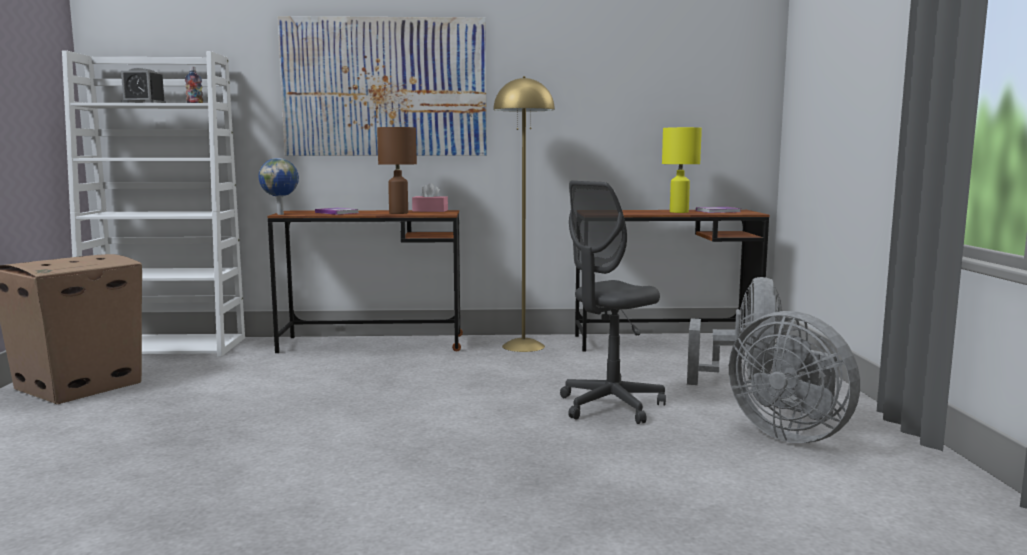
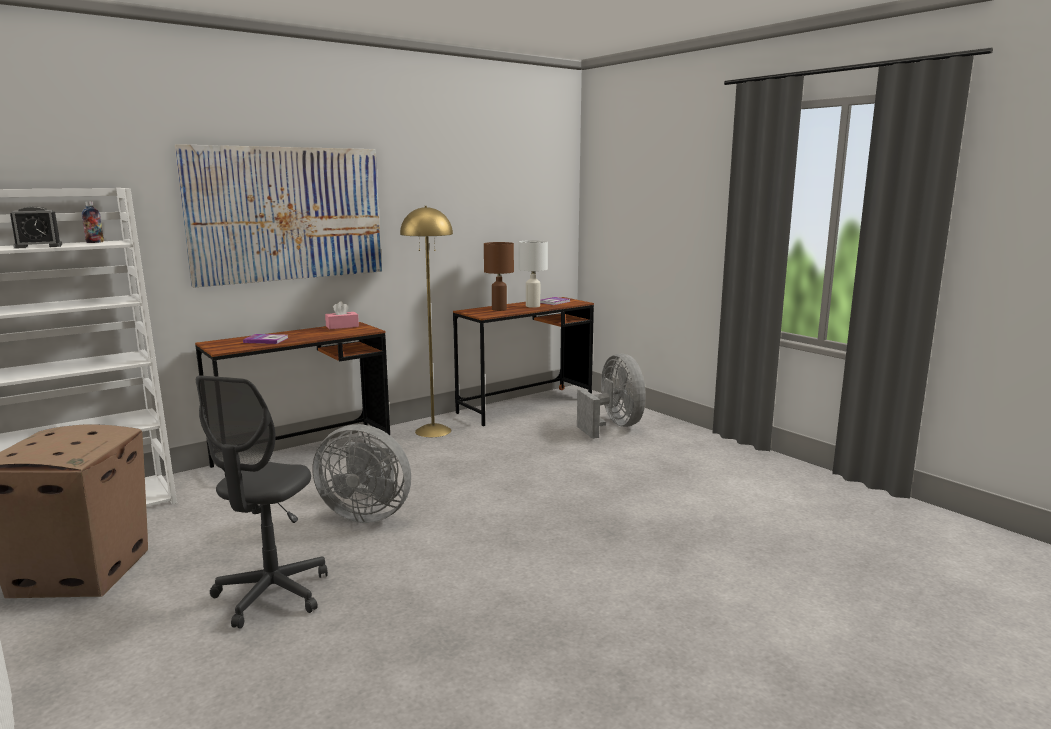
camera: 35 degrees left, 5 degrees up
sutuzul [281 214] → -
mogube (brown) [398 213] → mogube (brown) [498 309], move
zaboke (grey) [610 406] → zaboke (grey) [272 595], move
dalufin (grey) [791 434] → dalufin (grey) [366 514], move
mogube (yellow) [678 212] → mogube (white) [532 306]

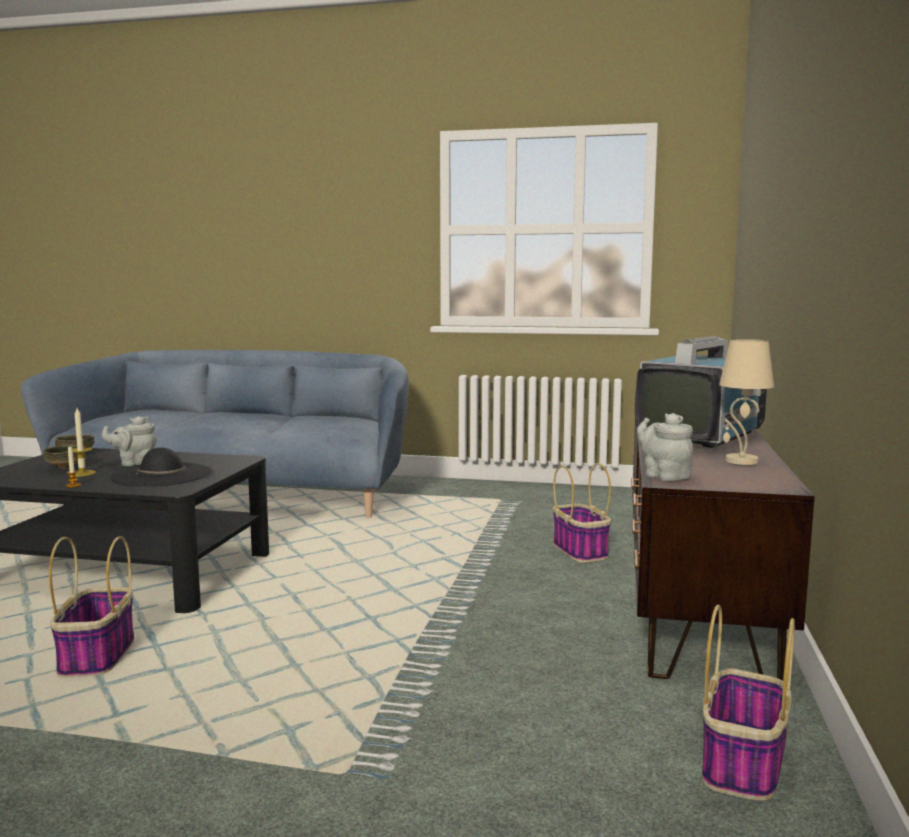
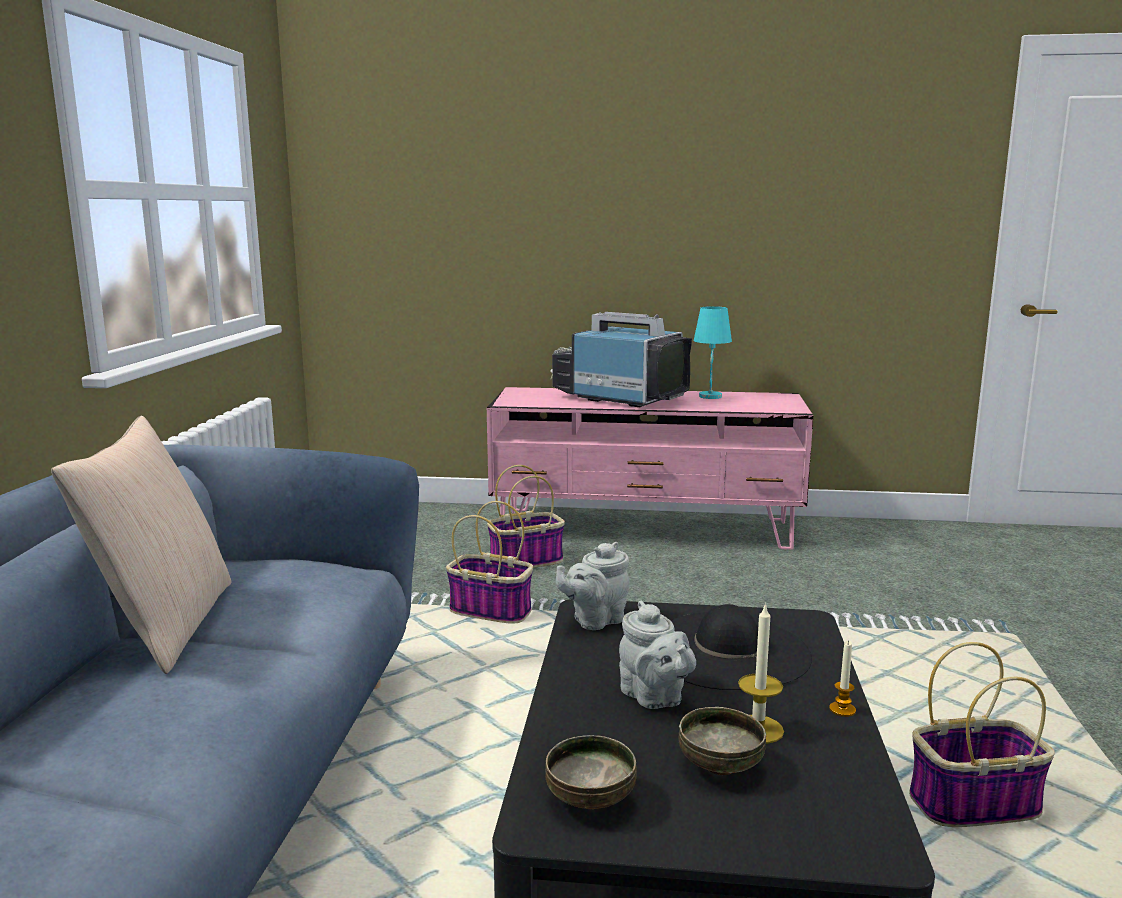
camera: 95 degrees left, 5 degrees up
- → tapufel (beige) [166 625]
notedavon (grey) [664 475] → notedavon (grey) [595 620], move
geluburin [743 765] → geluburin [492 611], move
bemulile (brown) [694 601] → bemulile (pink) [646 529]
mogube (beige) [740 461] → mogube (turquoise) [710 396]

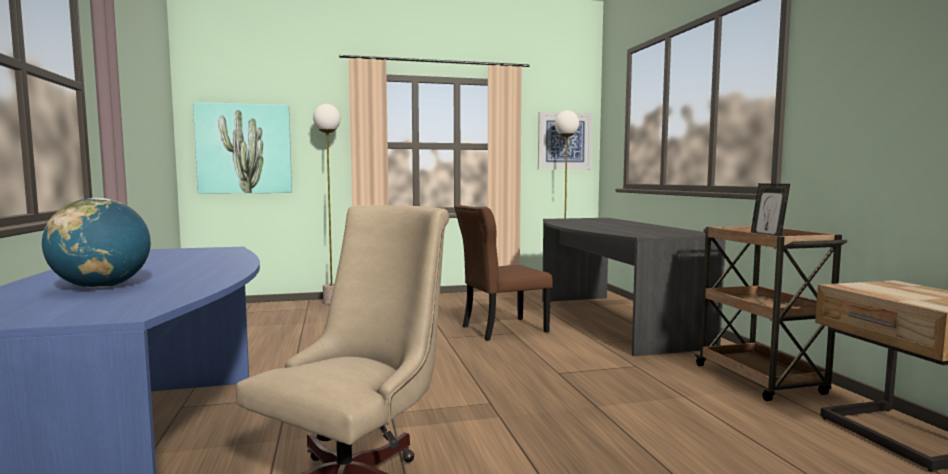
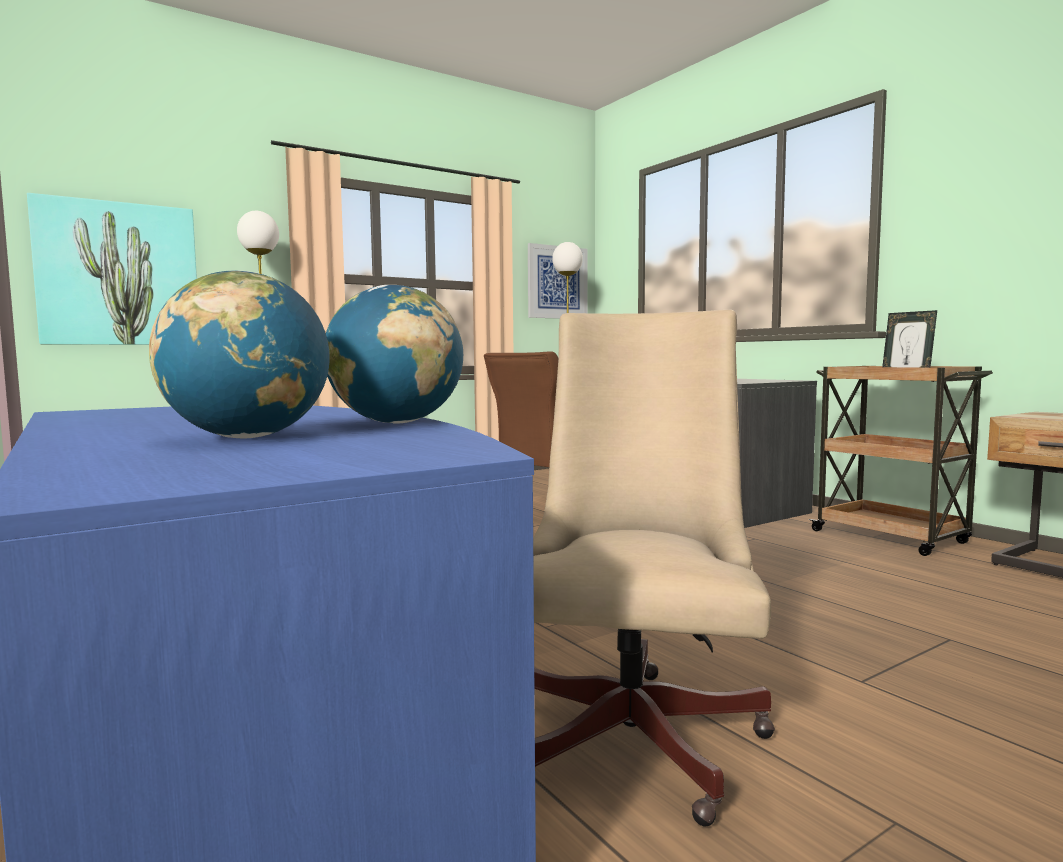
camera: 20 degrees left, 0 degrees up
- → sutuzul [396 423]

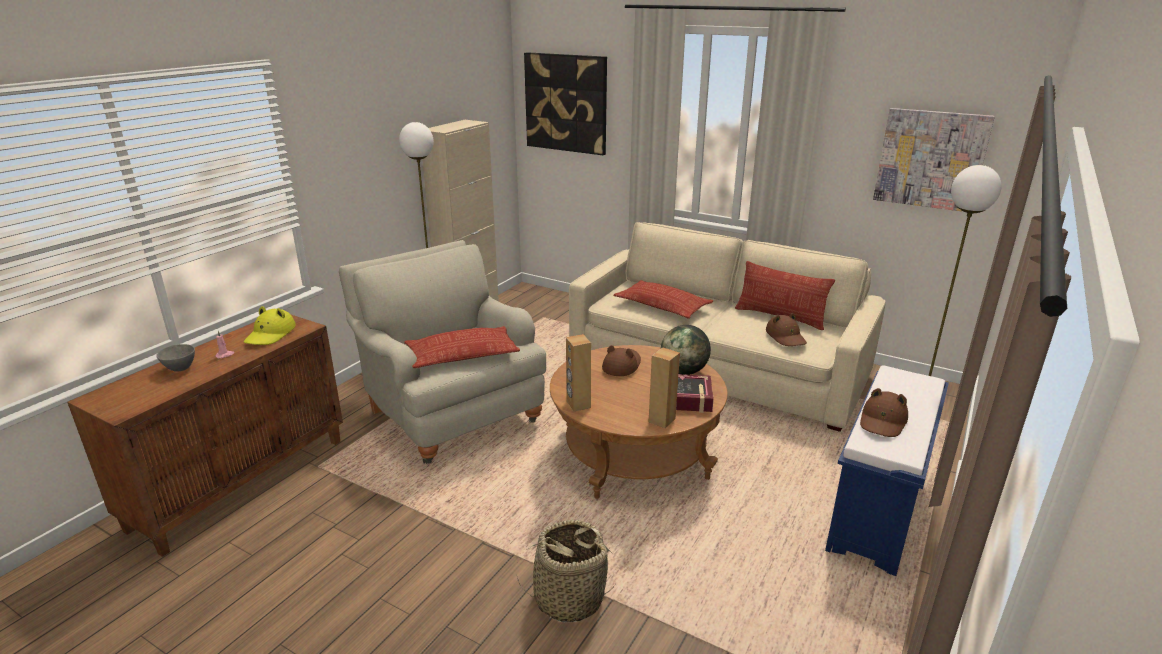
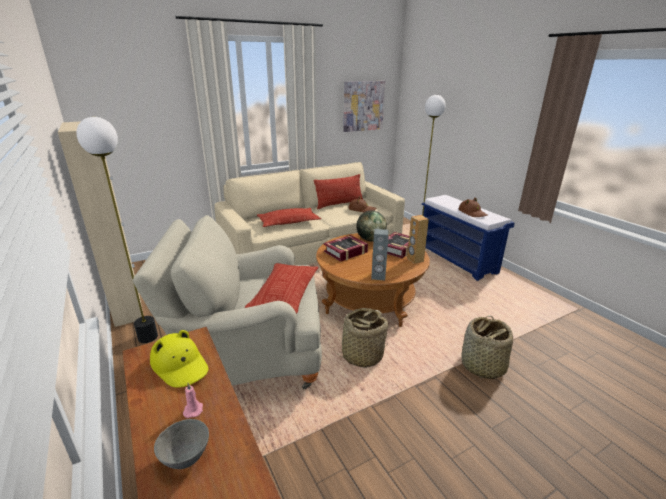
camera: 60 degrees left, 0 degrees up
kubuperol [566 103] → -
- → geluburin [362 355]
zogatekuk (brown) [621 365] → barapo [345 252]
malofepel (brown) [578 404] → malofepel (grey) [378 276]

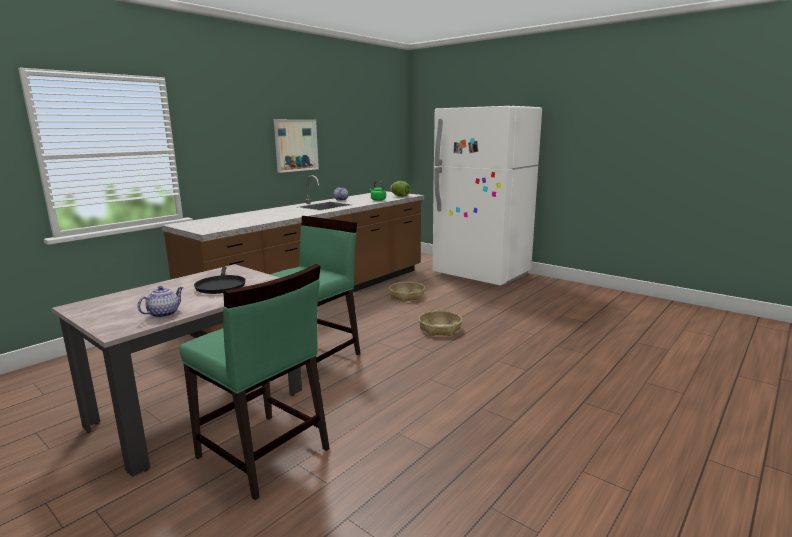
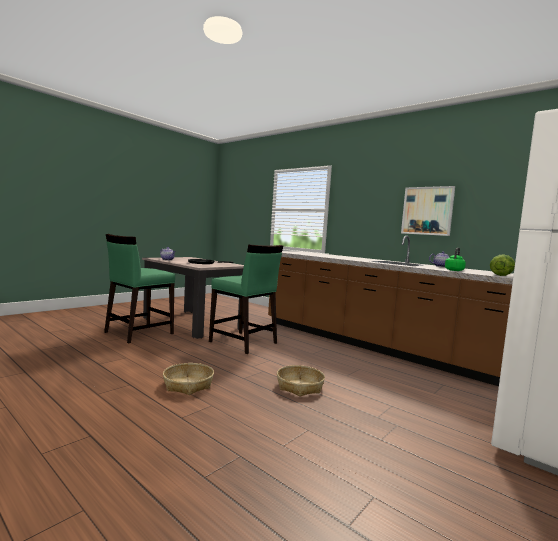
camera: 90 degrees right, 10 degrees down
geluburin [407 296] → geluburin [188 385], move

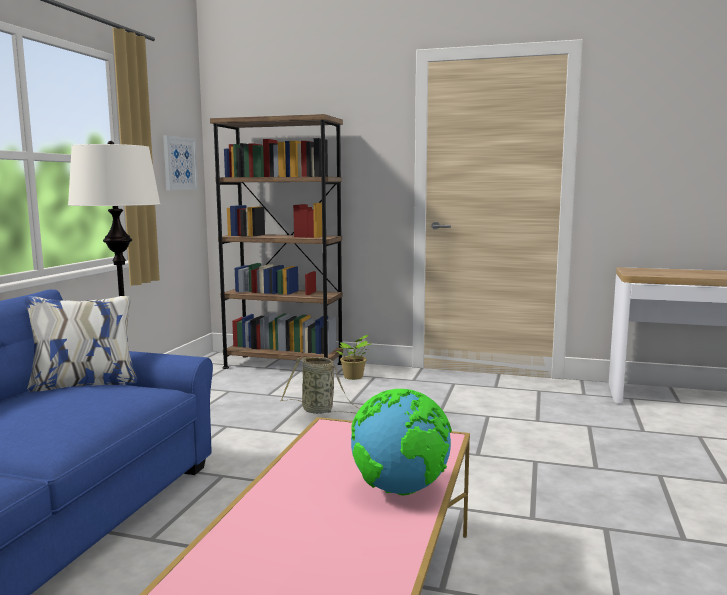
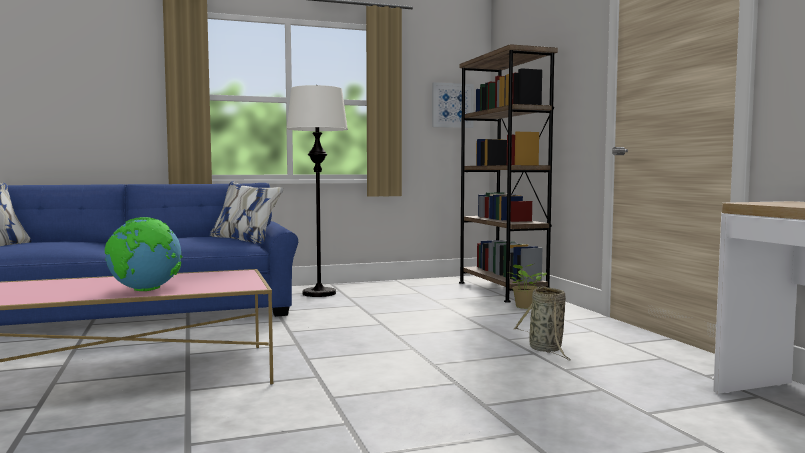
camera: 55 degrees right, 5 degrees down
geluburin [320 411] → geluburin [546 350], move

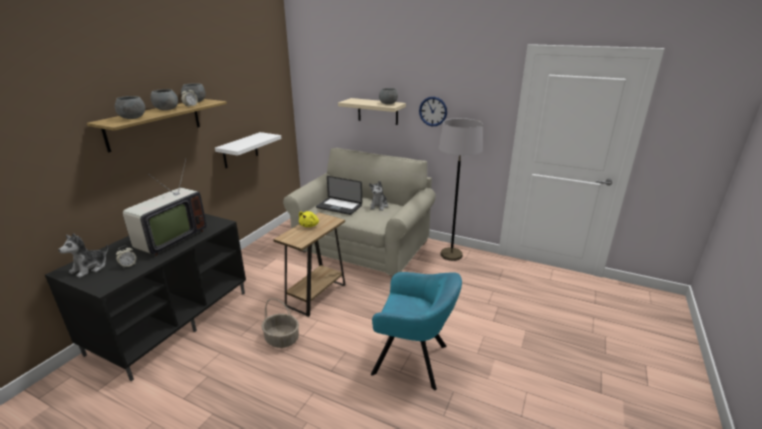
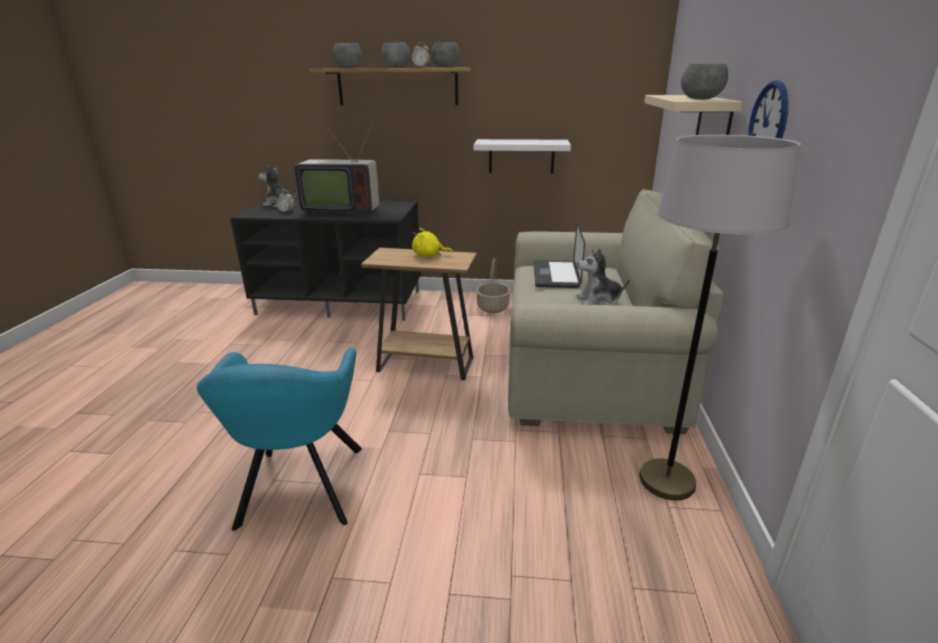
camera: 70 degrees right, 0 degrees up
geluburin [281 339] → geluburin [492 307], move

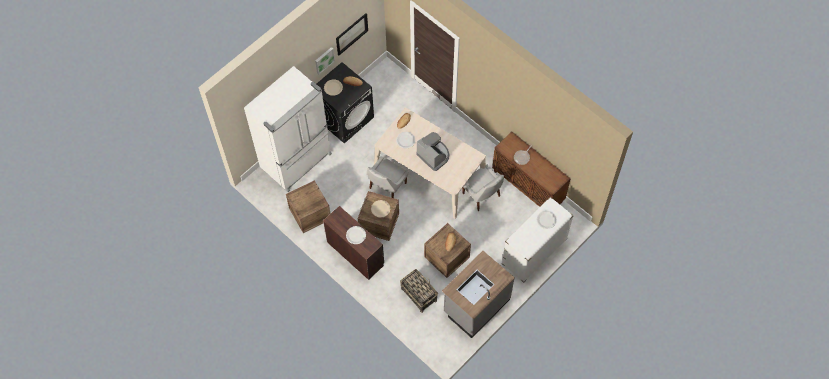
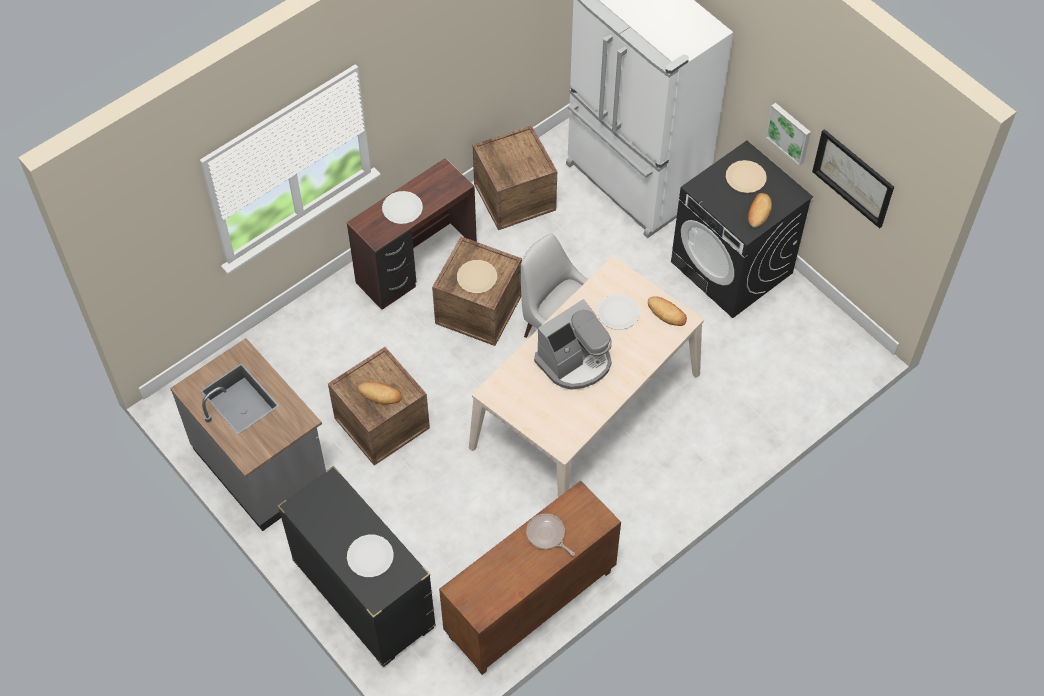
camera: 95 degrees right, 5 degrees down
geluburin [418 294] → -
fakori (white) [482 195] → -
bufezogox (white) [534 252] → bufezogox (black) [363 595]

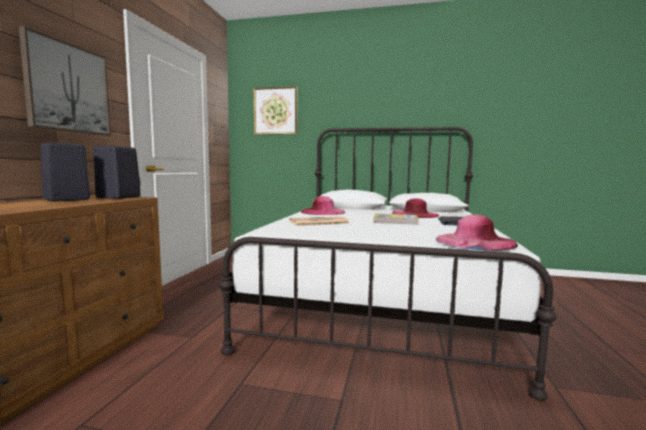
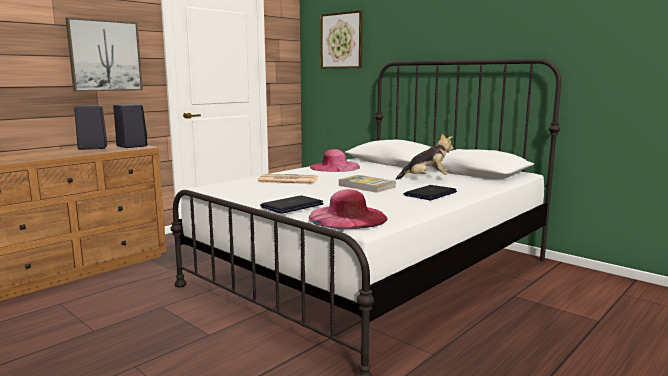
camera: 30 degrees right, 5 degrees up
- → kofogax [292 206]
zogatekuk (pink) [415 214] → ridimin [426 179]

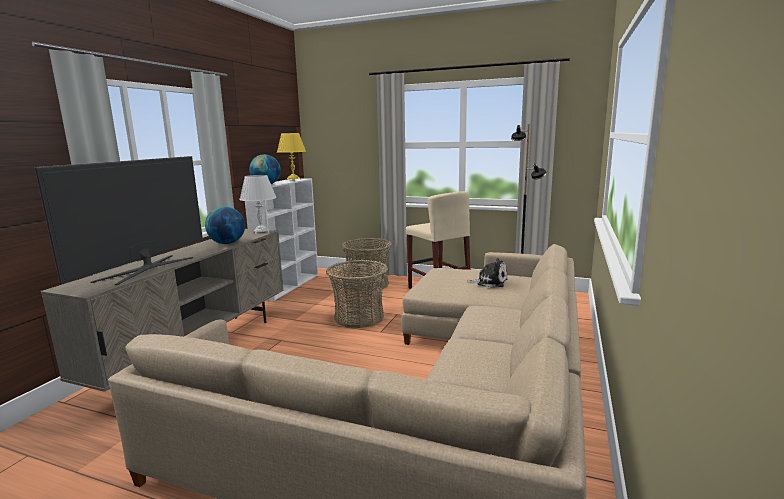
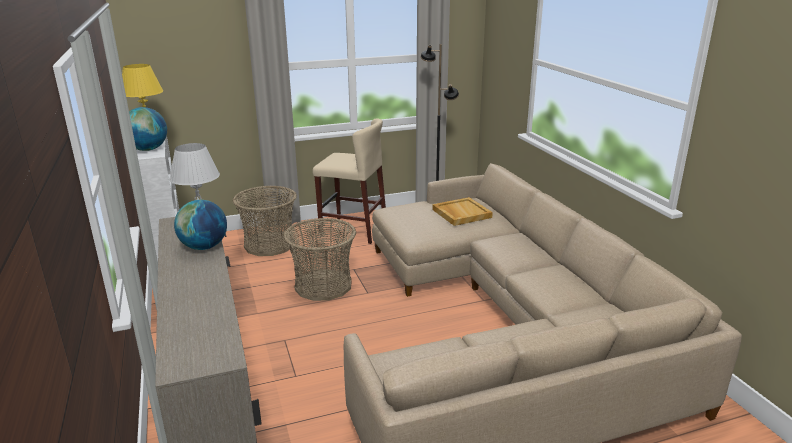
camera: 40 degrees left, 10 degrees up
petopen [146 269] → -
ridimin [490 282] → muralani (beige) [461 213]

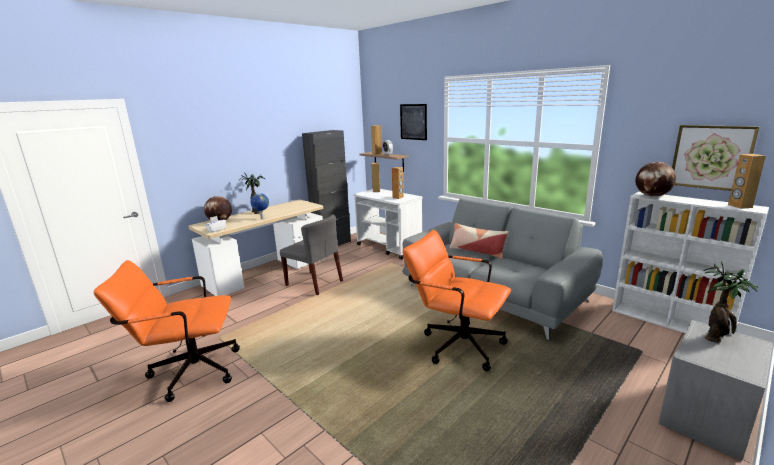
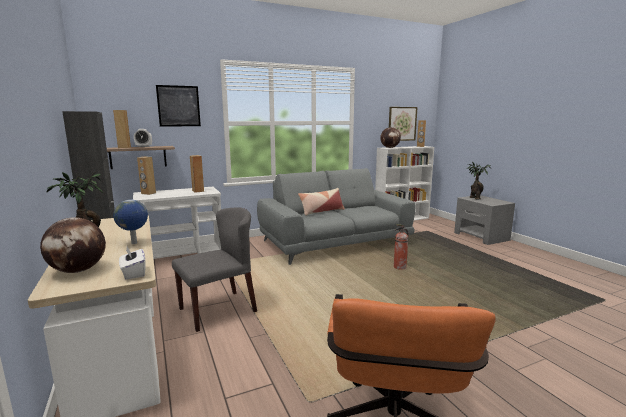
camera: 70 degrees left, 5 degrees down
zaboke (orange) [456 343] → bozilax [399 267]

